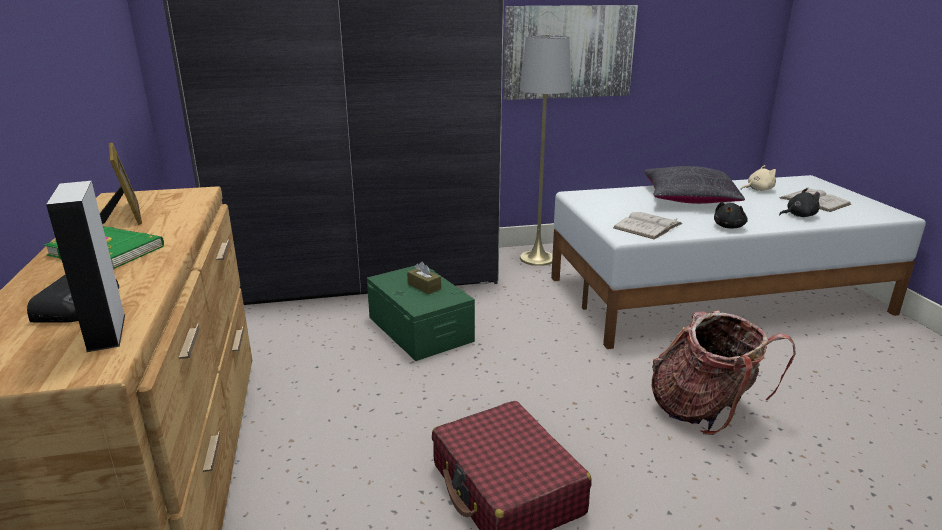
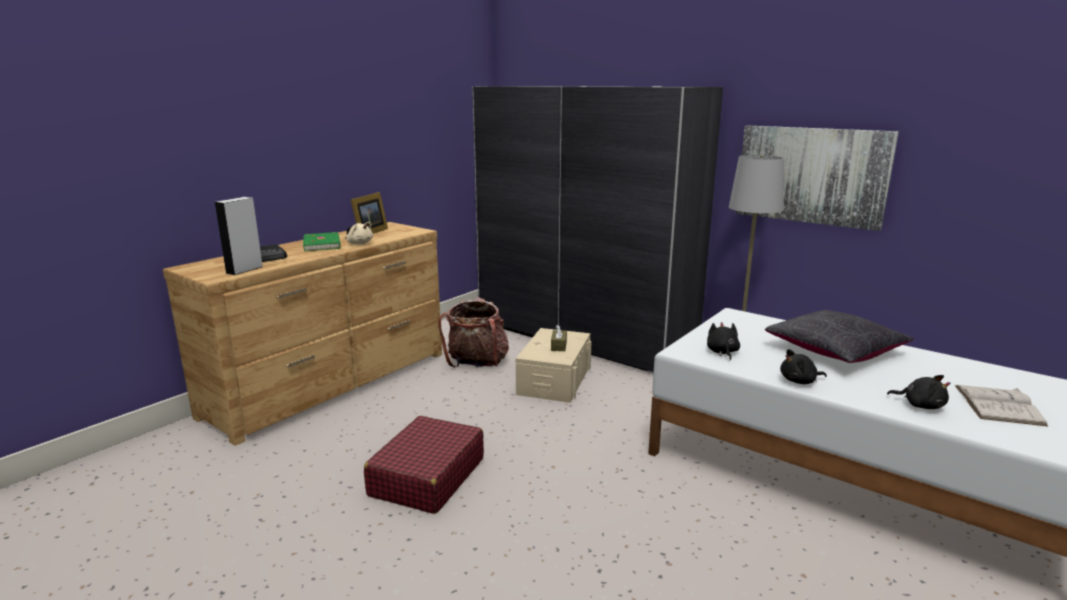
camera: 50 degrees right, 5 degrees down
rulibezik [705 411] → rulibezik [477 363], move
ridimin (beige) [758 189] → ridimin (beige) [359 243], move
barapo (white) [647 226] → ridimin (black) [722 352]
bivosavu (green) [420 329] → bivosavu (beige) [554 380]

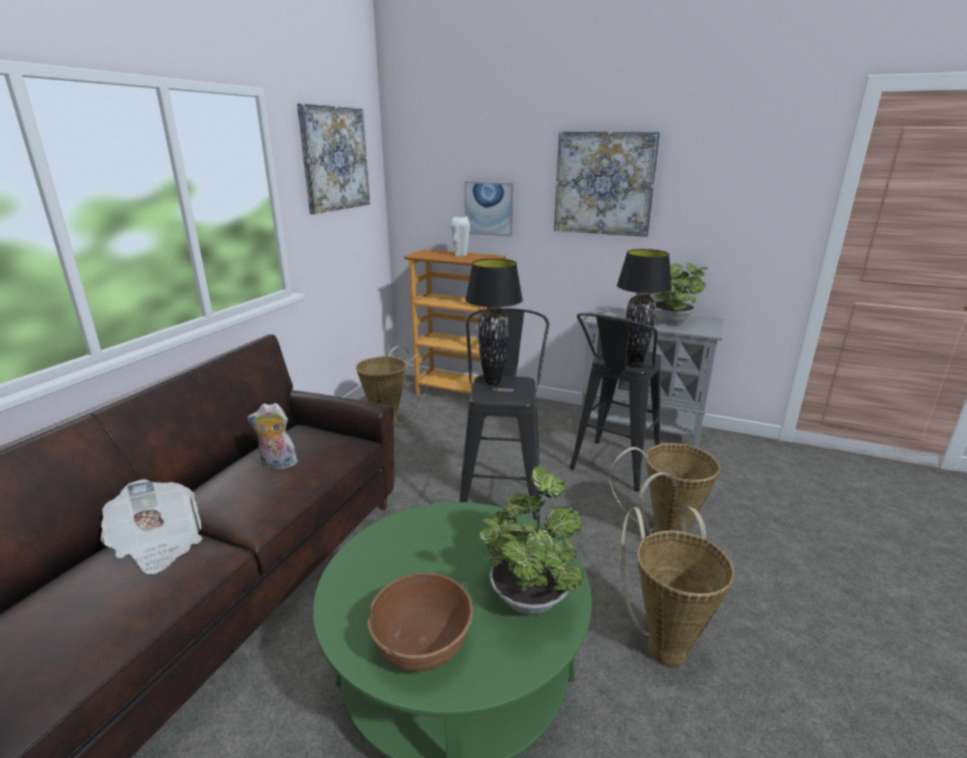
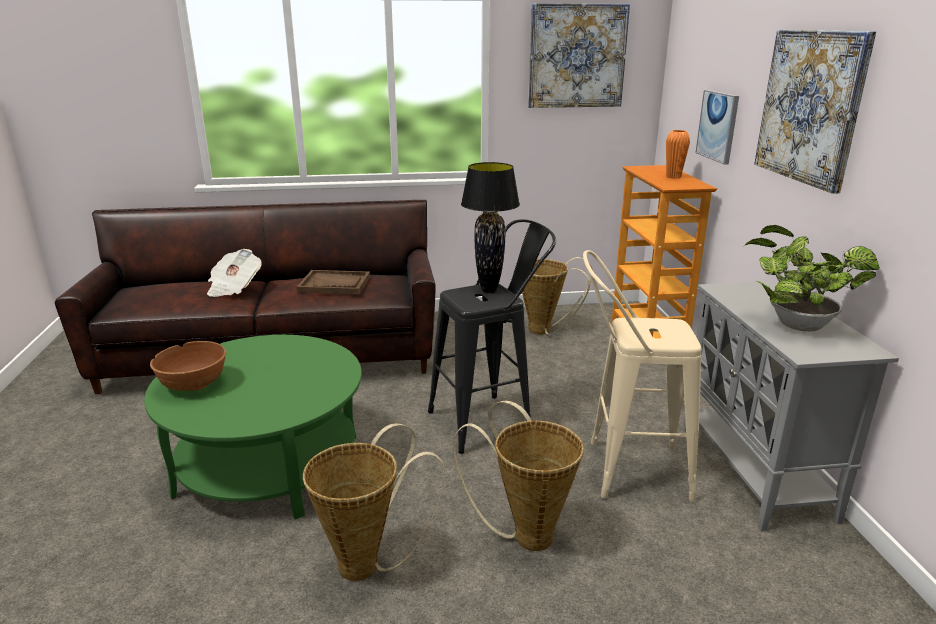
camera: 60 degrees right, 0 degrees up
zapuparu [529 594] → -
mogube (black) [634 364] → -
ridimin [277 465] → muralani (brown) [335 284]
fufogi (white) [460 255] → fufogi (orange) [673 177]
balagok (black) [611 469] → balagok (beige) [625 469]

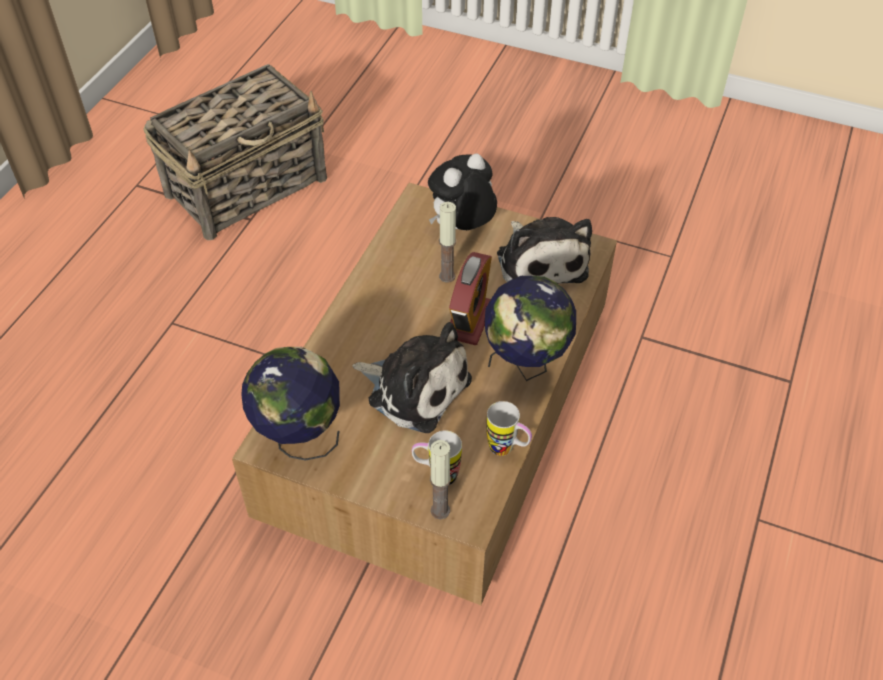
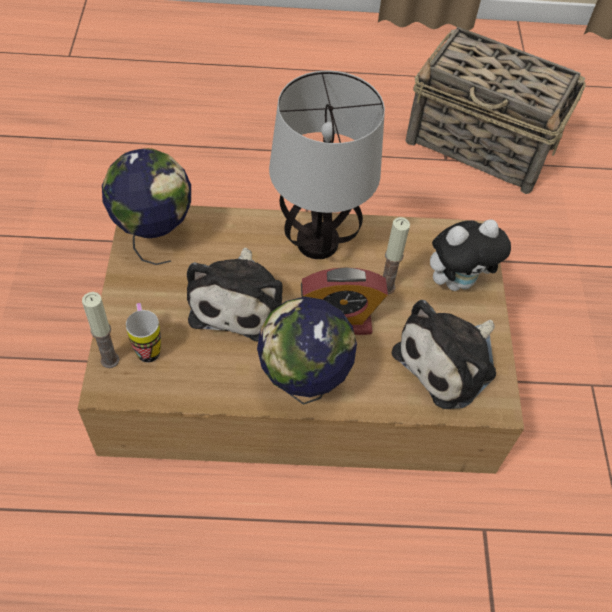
camera: 65 degrees right, 5 degrees up
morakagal [507 450] → -
- → mogube [318 243]
ridimin [462 228] → ridimin [457 281], 135 degrees clockwise

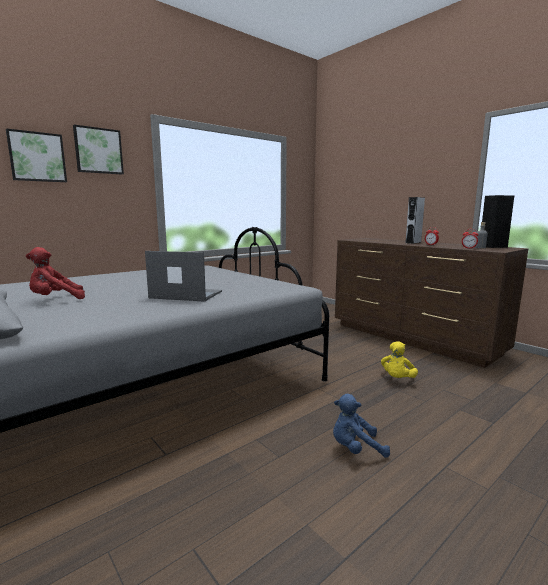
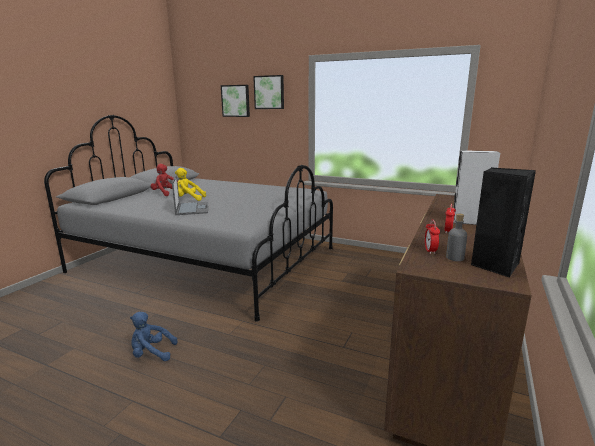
camera: 65 degrees right, 5 degrees up
ridimin (yellow) [397 379] → ridimin (yellow) [188 199], move
ridimin (blue) [355 449] → ridimin (blue) [151 353], 60 degrees counterclockwise

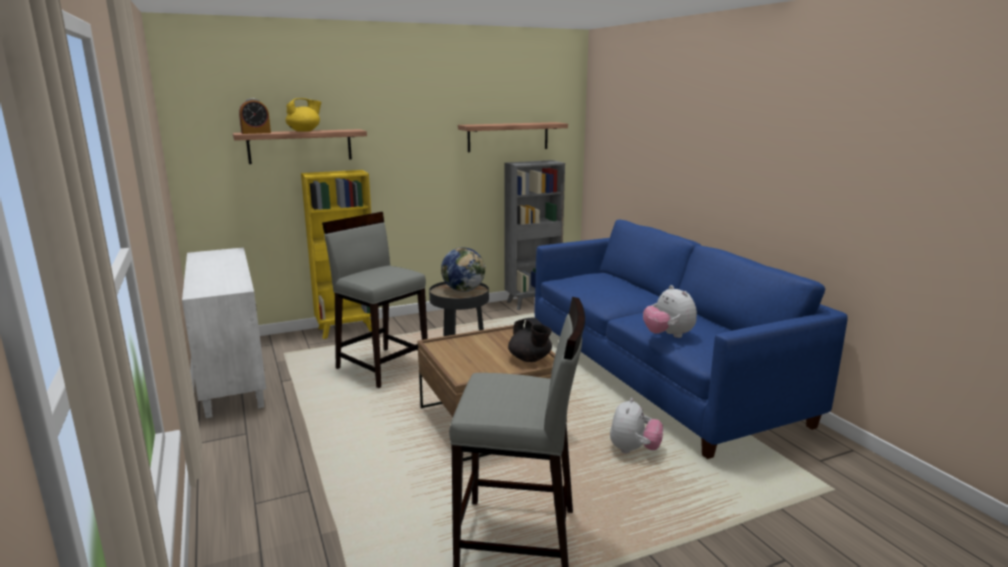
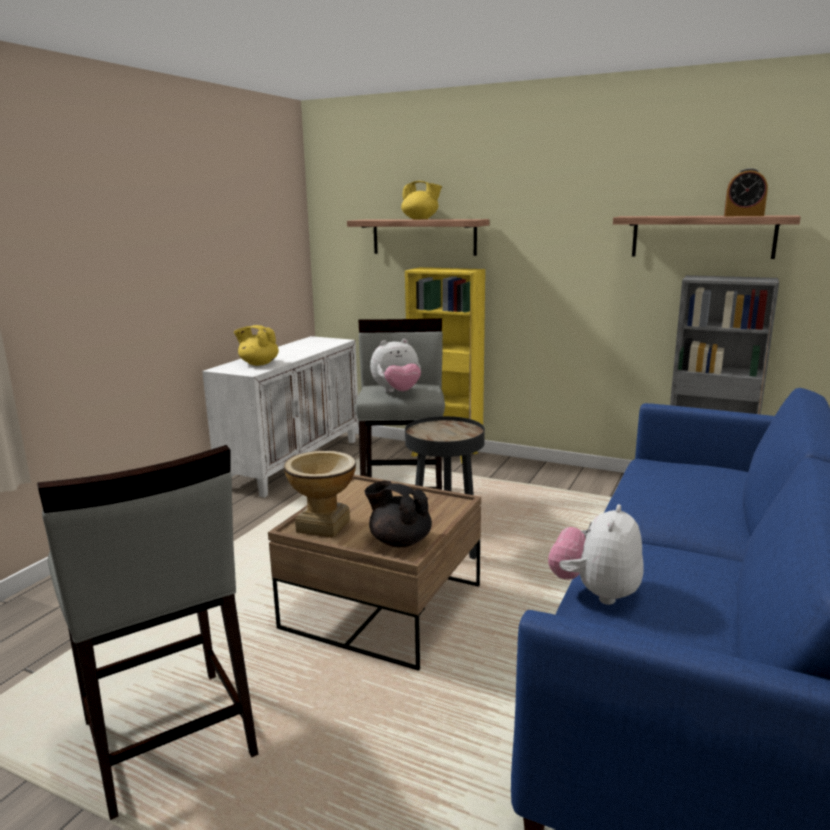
camera: 50 degrees right, 0 degrees up
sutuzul [463 290] → -
- → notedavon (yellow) [258 364]
- → fufogi [324 525]
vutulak [256 133] → vutulak [743 216], move
ridimin [634 450] → ridimin [397 392], move
notedavon (black) [530 359] → notedavon (black) [399 541], 105 degrees clockwise

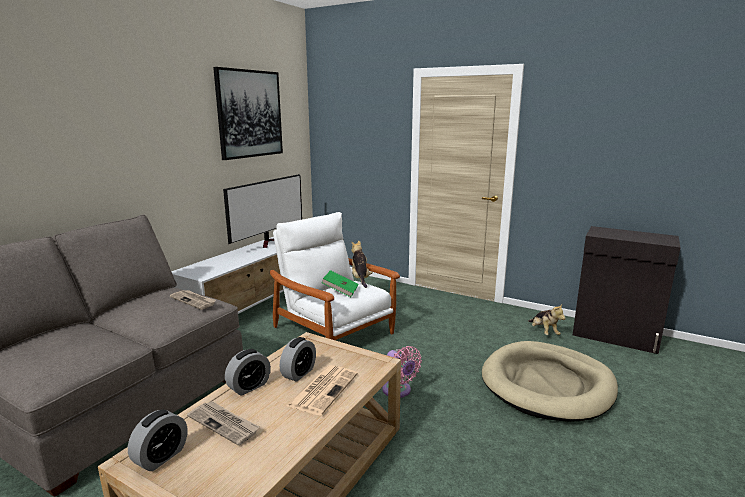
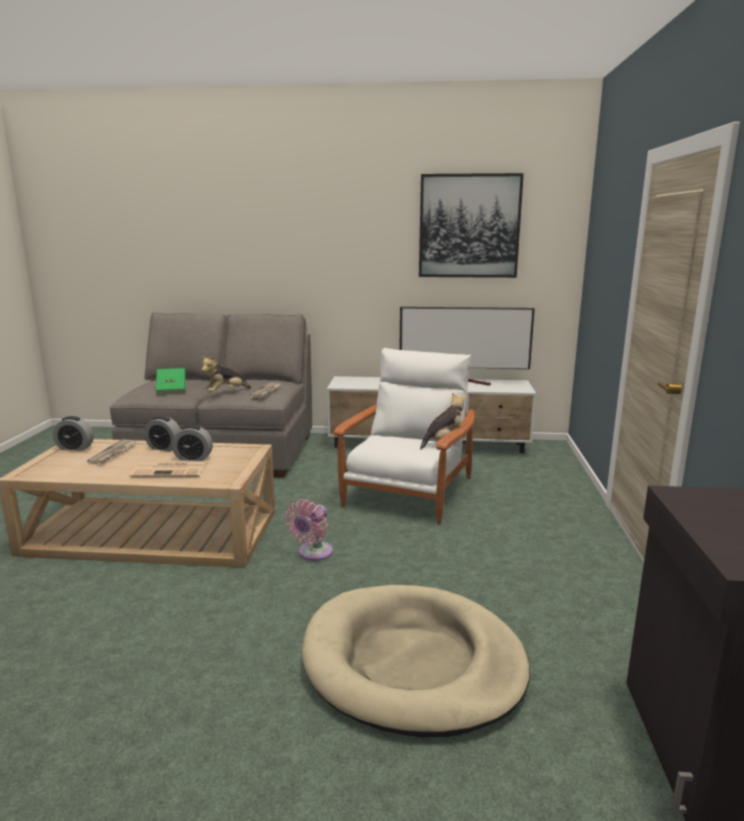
camera: 65 degrees right, 0 degrees up
barapo (green) [340 291] → barapo (green) [172 390], move
ridimin [544 332] → ridimin [225 393], move

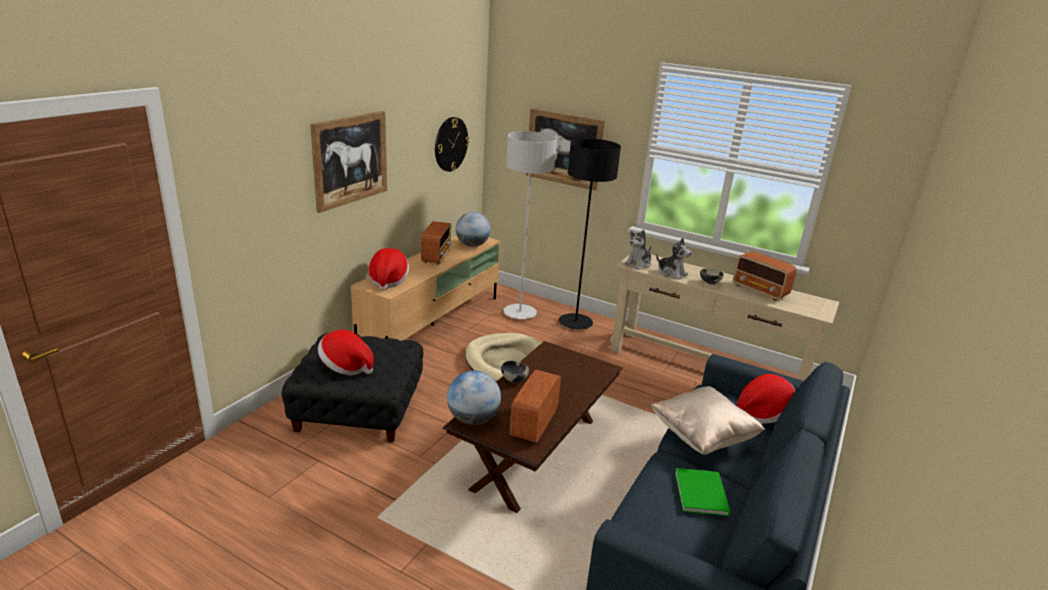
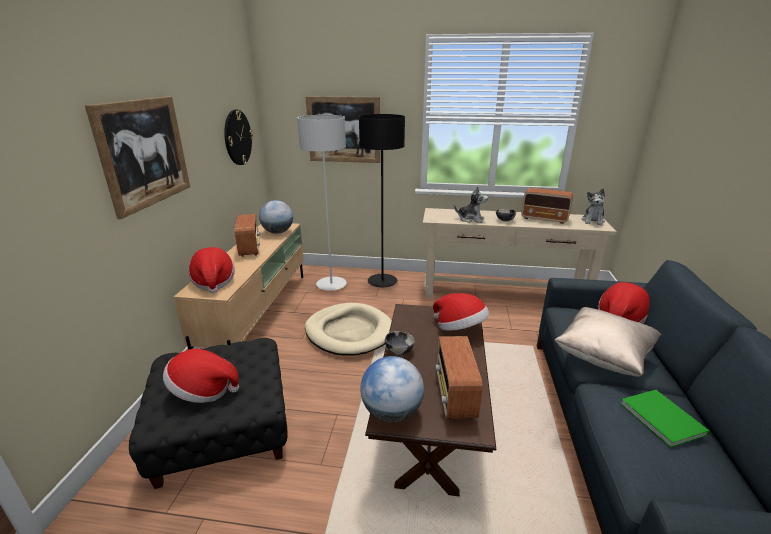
camera: 20 degrees left, 0 degrees up
- → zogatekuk [459 329]
ridimin [638 264] → ridimin [593 221], move

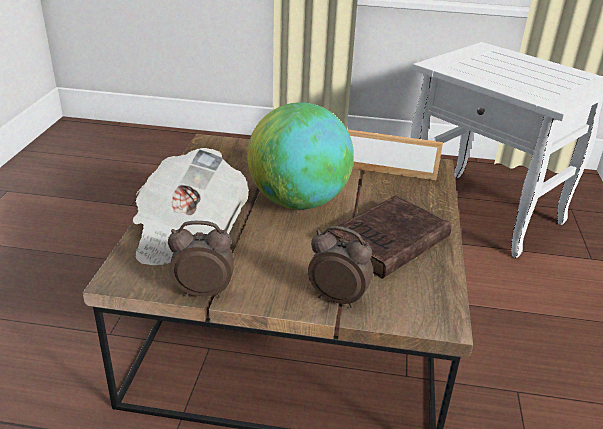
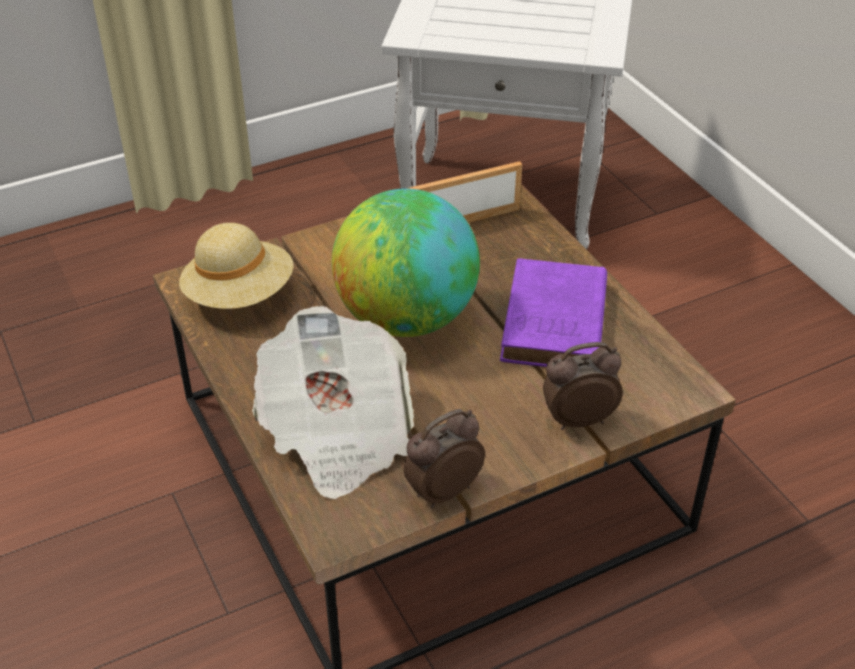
camera: 35 degrees left, 10 degrees up
- → zogatekuk (beige) [240 295]
barapo (brown) [386 243] → barapo (purple) [554 325]

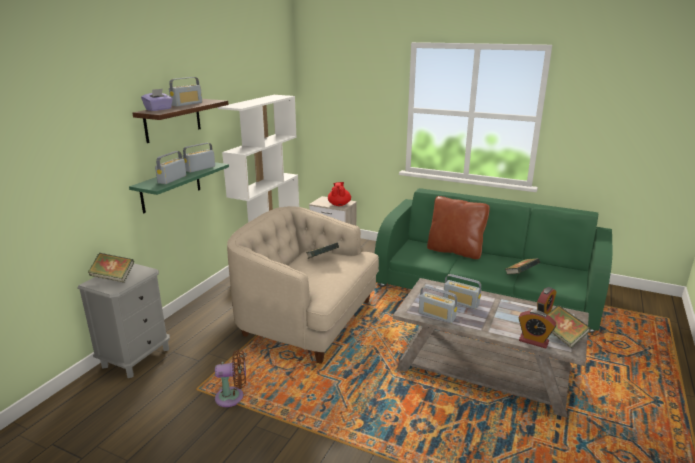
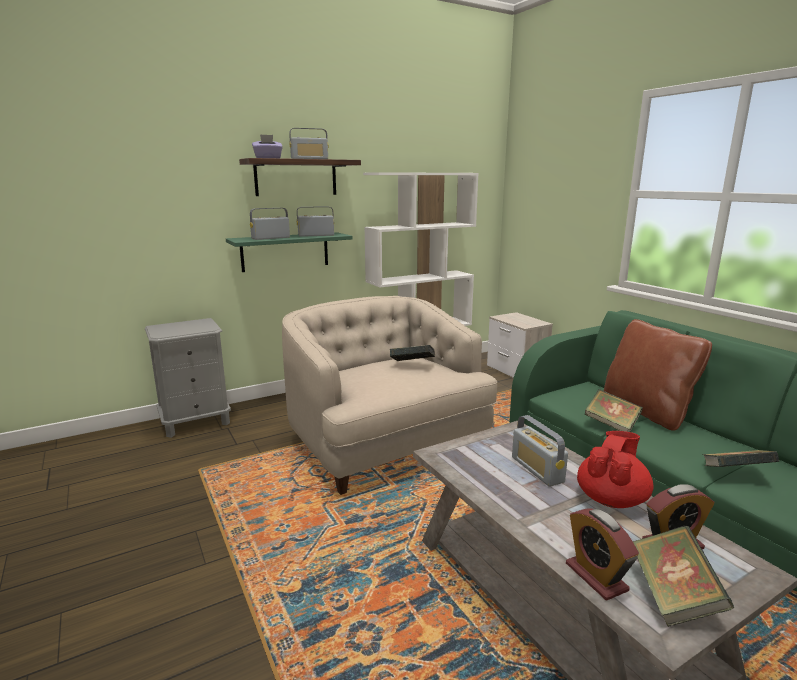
camera: 35 degrees right, 5 degrees down
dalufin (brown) [232 397] → -
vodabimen [437 315] → -
barapo [113 277] → barapo [611 424], move
notedavon (red) [339 204] → notedavon (red) [611 499], move

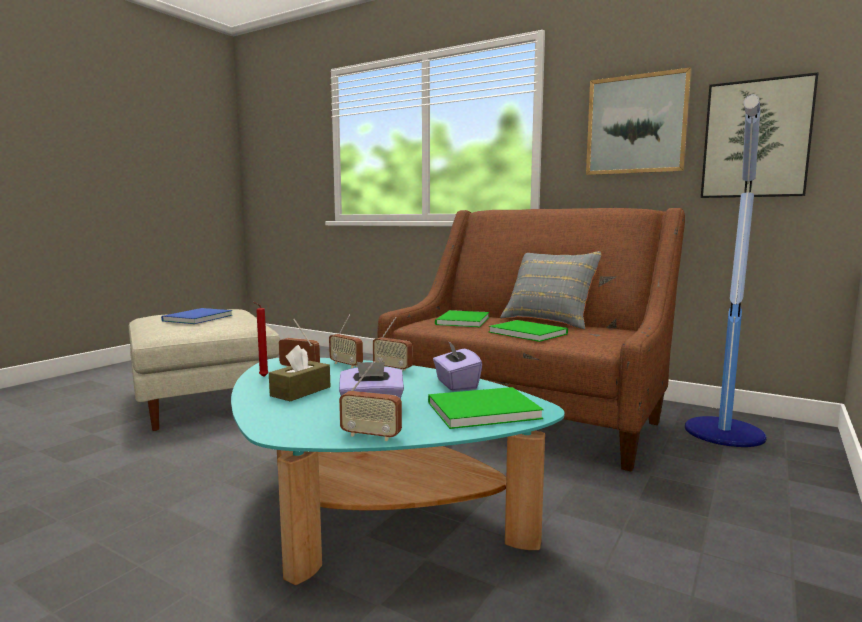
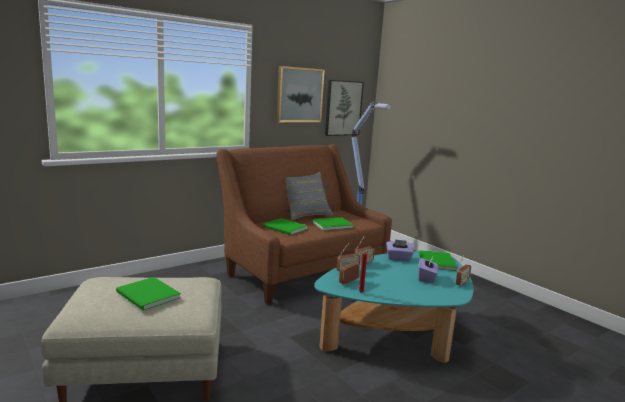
camera: 70 degrees left, 5 degrees up
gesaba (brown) [300 391] → -
barapo (blue) [195 318] → barapo (green) [148 296]

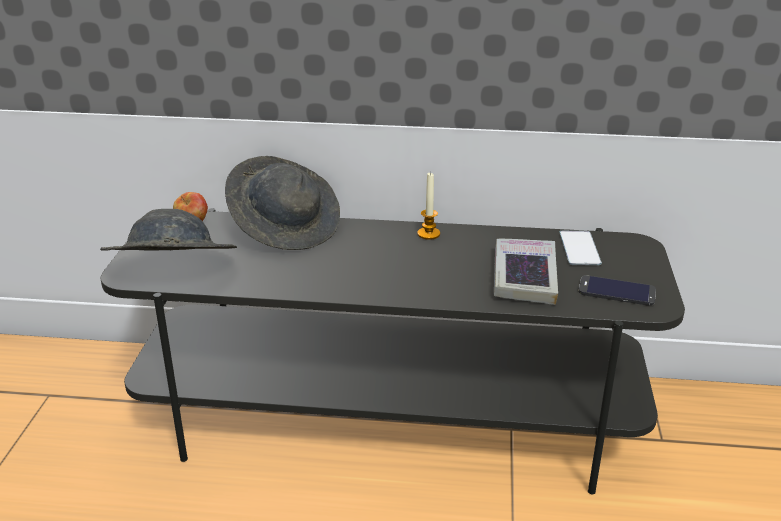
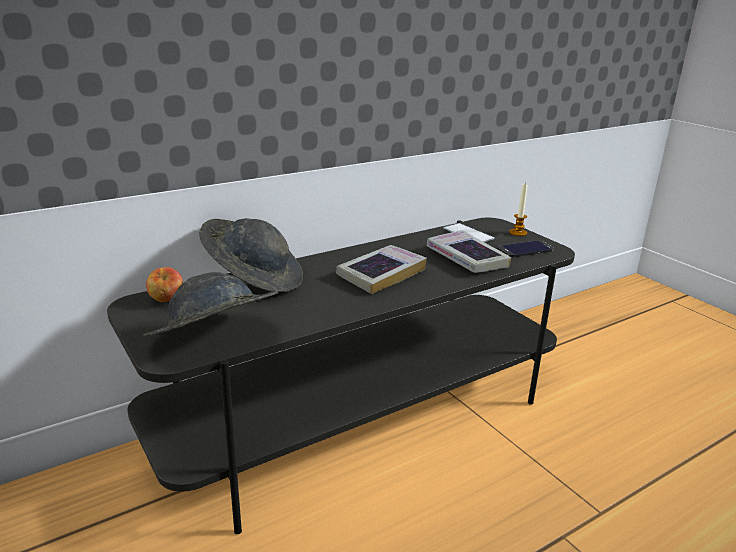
camera: 40 degrees left, 5 degrees down
- → barapo [381 274]
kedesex [428 234] → kedesex [518 233], move

